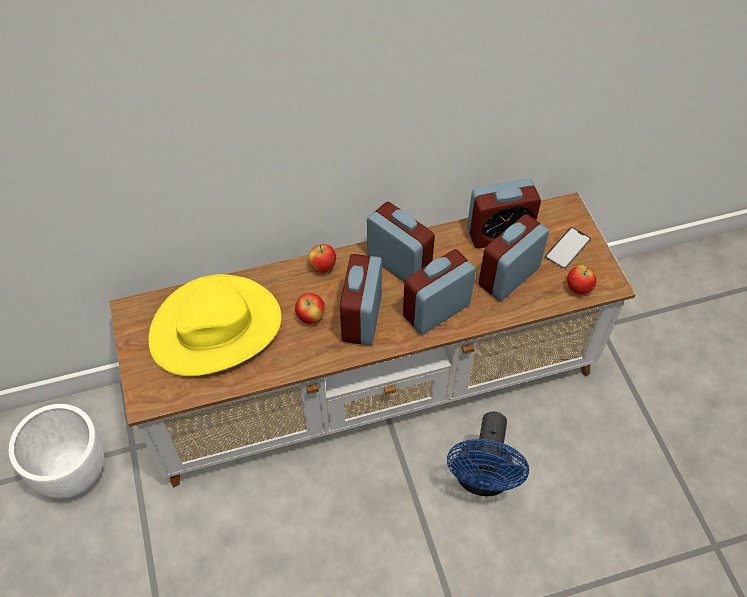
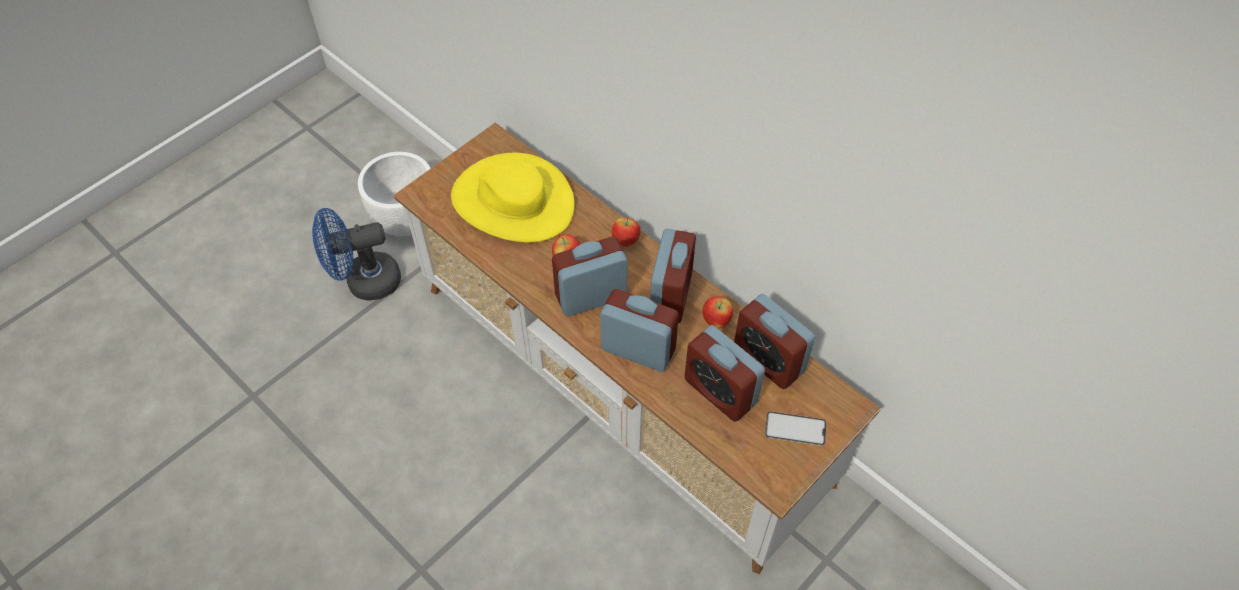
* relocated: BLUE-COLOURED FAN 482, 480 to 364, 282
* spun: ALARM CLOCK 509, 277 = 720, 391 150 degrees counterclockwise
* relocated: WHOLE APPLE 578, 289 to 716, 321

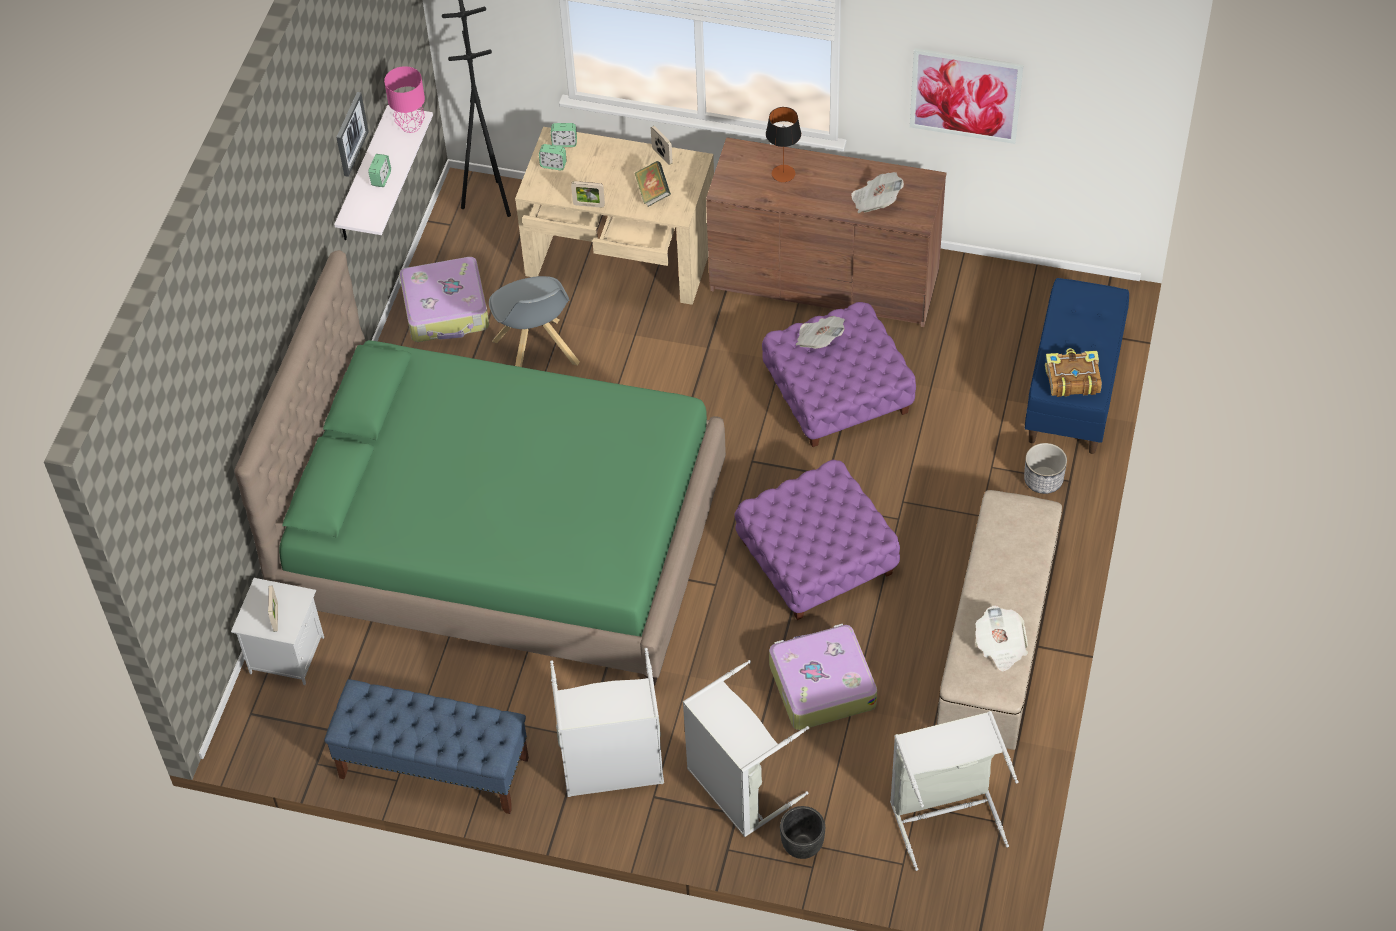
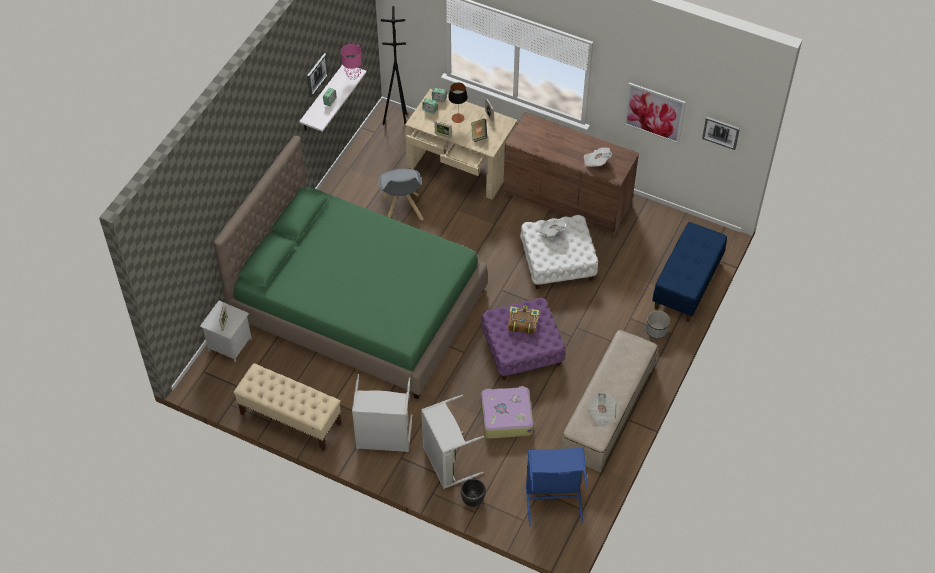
* colour: BLUE-COLOURED BENCH 433, 768 to SAND-COLOURED BENCH 290, 419
* relocated: TABLETOP LAMP 783, 173 to 458, 118
* relocated: BOOK 1071, 379 to 522, 323
* colour: PURPLISH POUFFE 837, 392 to WHITE-COLOURED POUFFE 557, 262
* colour: GREY HAMPER 945, 813 to BLUE-COLOURED HAMPER 553, 498
* appeared: WALL ART 721, 132
* missing: TRAVEL CASE 446, 310

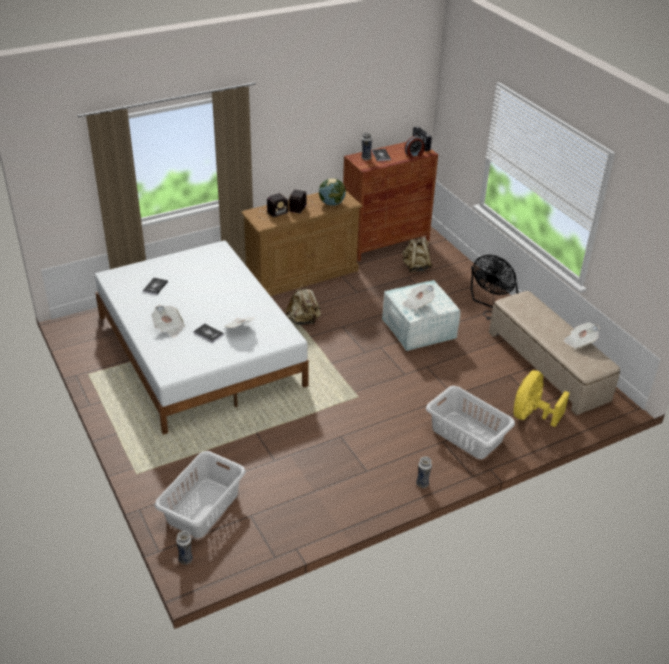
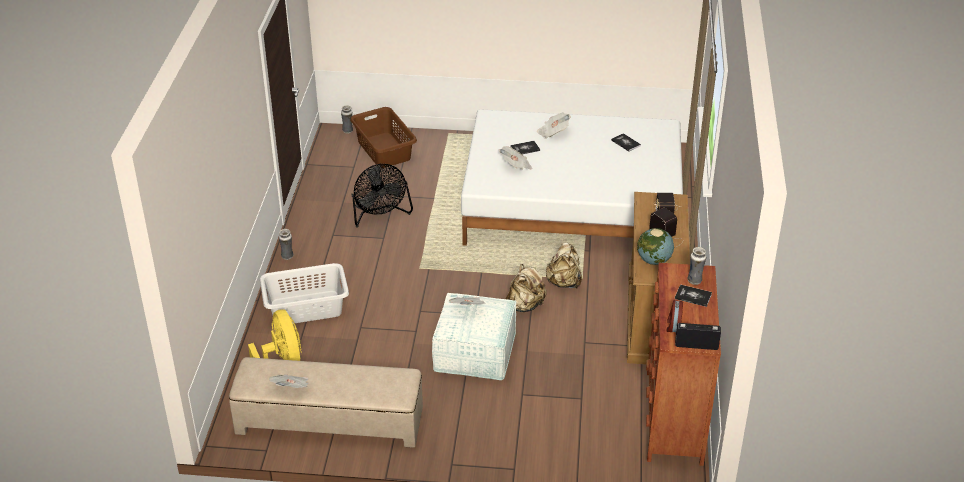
* colour: GREY HAMPER 202, 508 to BROWNISH HAMPER 384, 150
* relocated: BLACKISH FAN 489, 302 to 377, 214
* relocated: SAND-COLOURED RUCKSACK 416, 267 to 525, 306

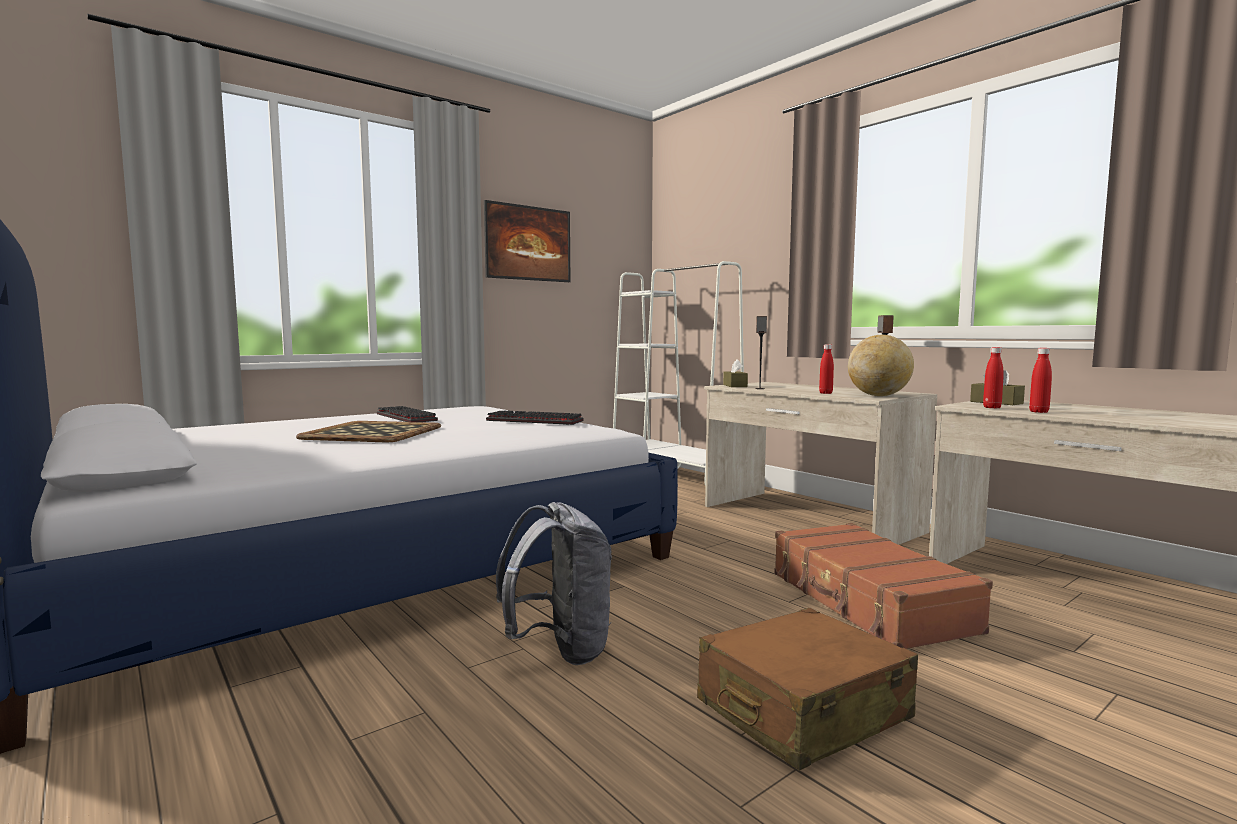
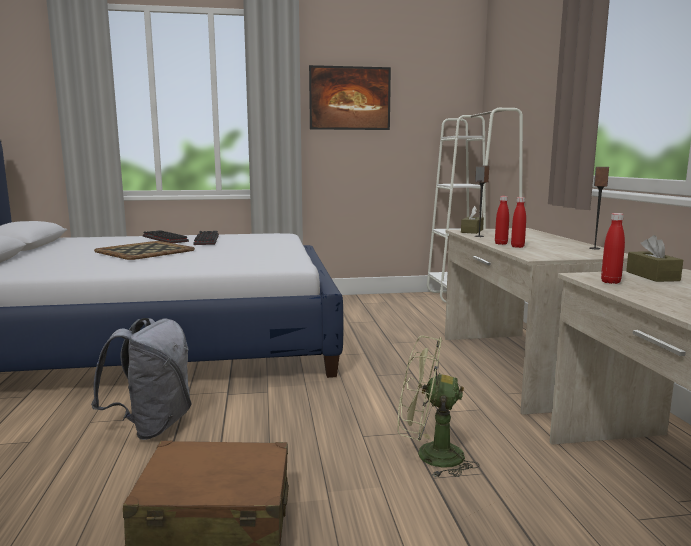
* relocated: KEYBOARD 532, 421 to 163, 239
* exchanged: BROWNISH TRAVEL CASE 868, 602 to GREENISH FAN 429, 456
* relocated: RED BEVERAGE BOTTLE 1039, 412 to 501, 243
* missing: GLOBE 879, 396

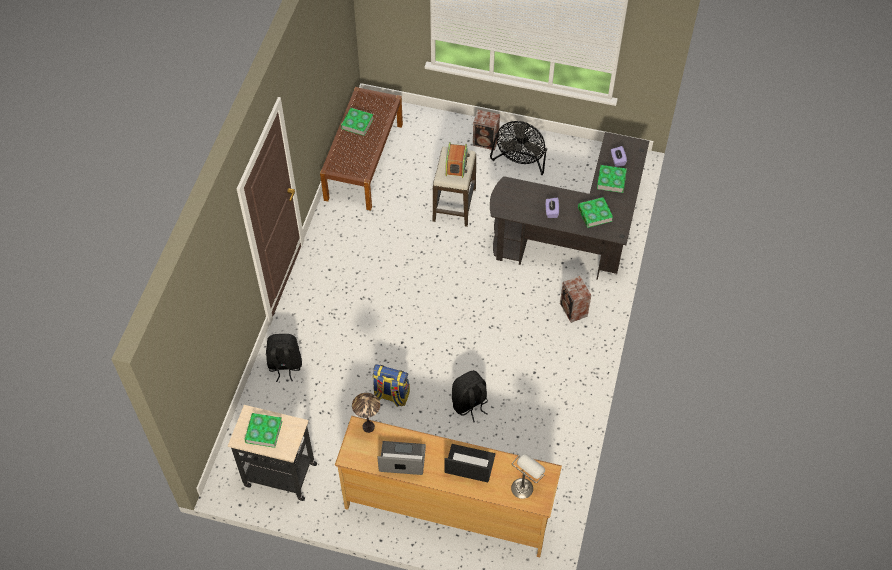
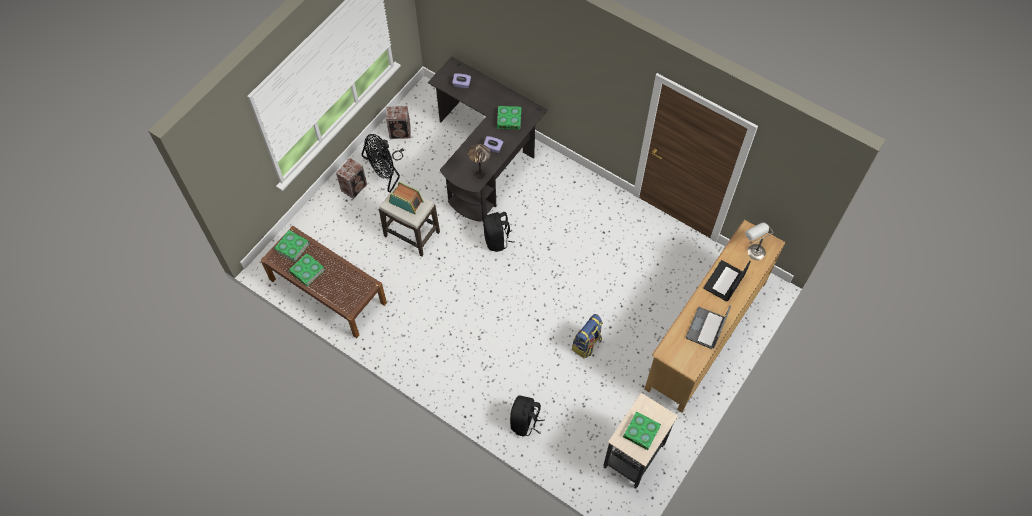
* relocated: BOOK 611, 181 to 292, 247
* spun: BLACKISH FAN 519, 159 = 386, 169 105 degrees clockwise
* relocated: AUDIO SPEAKER 573, 310 to 400, 132
* relocated: TABLETOP LAMP 368, 427 to 480, 174
* relocated: BLACKISH RUCKSACK 469, 404 to 497, 240

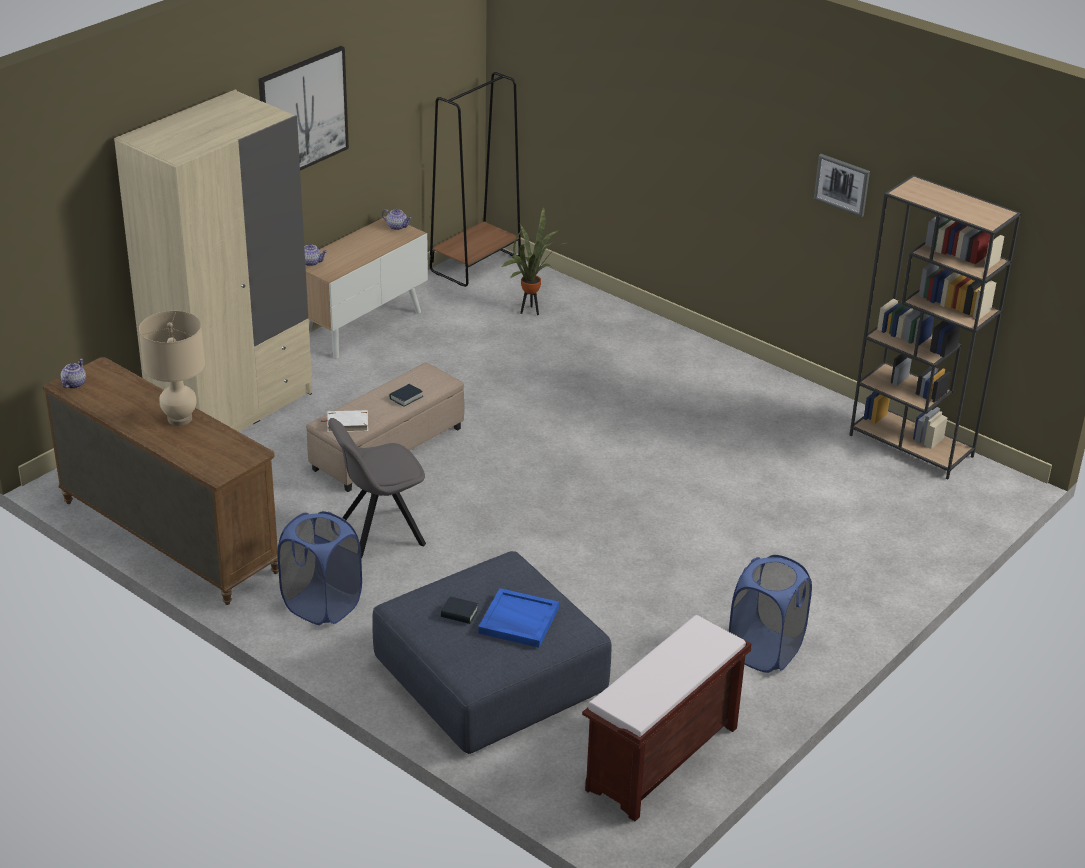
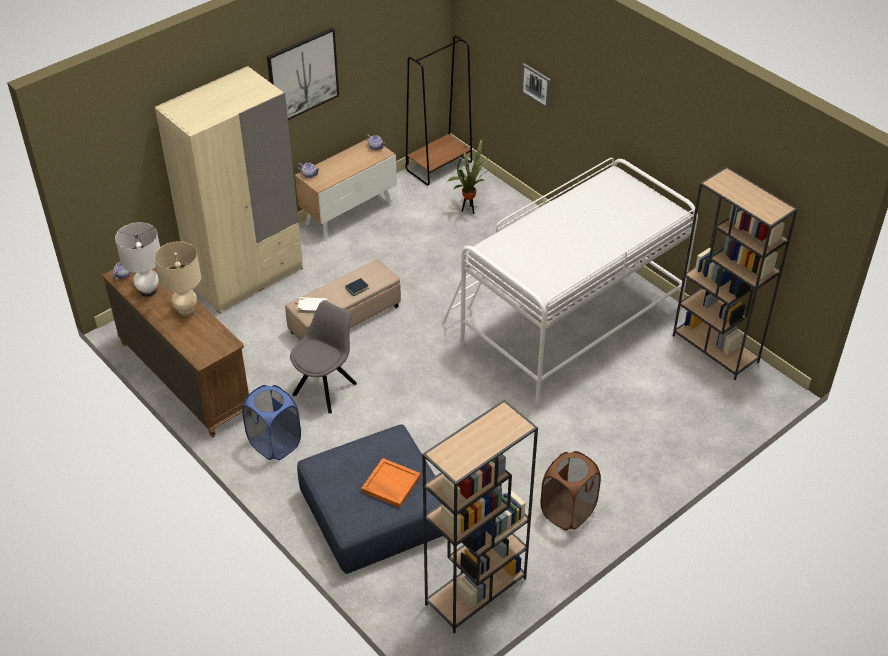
* appeared: WHITE-COLOURED TABLETOP LAMP 148, 291
* spun: GREY PLAIN CHAIR 380, 533 = 325, 389 135 degrees clockwise
* colour: BLUE-COLOURED CARRYING TRAY 518, 621 to ORANGEY CARRYING TRAY 390, 484
* exchanged: BROWNISH BENCH 662, 760 to SHELVING UNIT 475, 592
* appeared: WHITE-COLOURED BED 568, 326
* relocated: WALL ART 842, 184 to 536, 85
* colour: BLUE-COLOURED HAMPER 765, 651 to BROWNISH HAMPER 568, 512
* missing: BOOK 459, 613

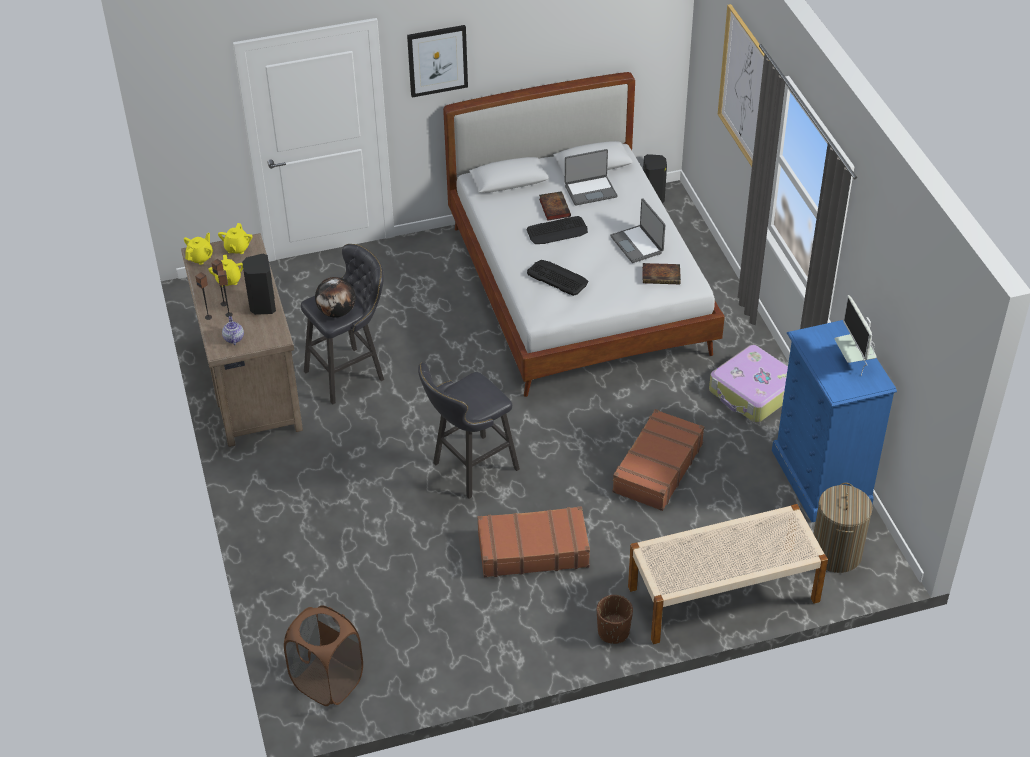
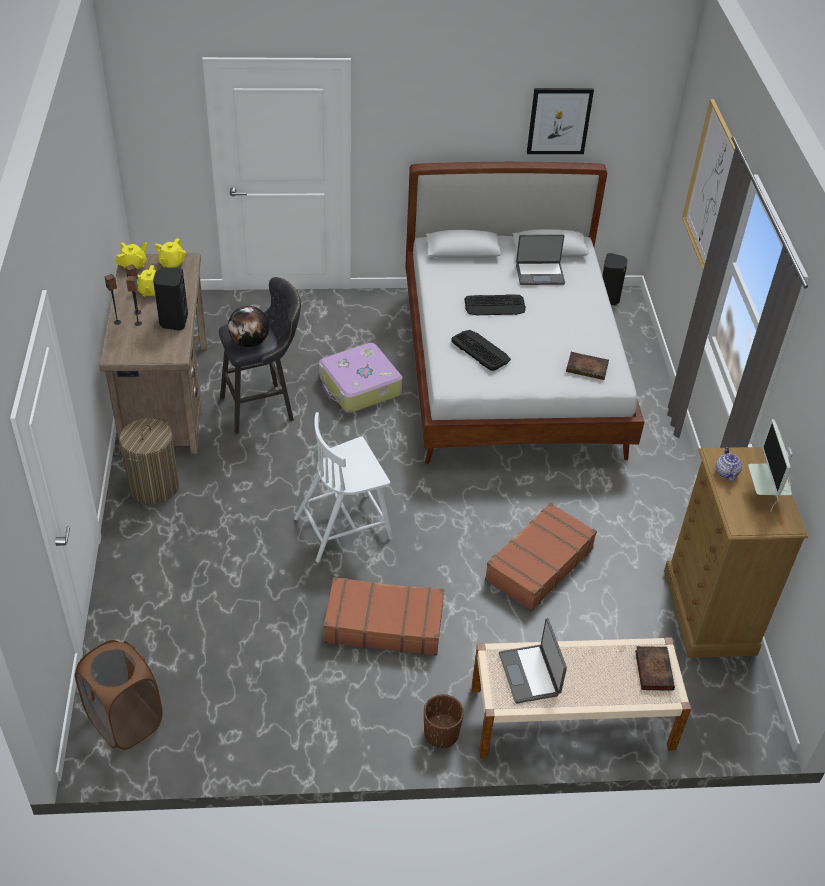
* relocated: HAMPER 836, 553 to 154, 487
* exchanged: BLACKISH STOOL 467, 471 to WHITE-COLOURED PLAIN CHAIR 344, 527
* relocated: TRAVEL CASE 753, 393 to 359, 387
* relocated: PORTABLE COMPUTER 637, 244 to 530, 674
* relocated: WALL ART 437, 60 to 559, 120
* relocated: BOOK 554, 207 to 653, 669
* colour: BLUE-COLOURED DRAWER CHEST 821, 479 to BROWNISH DRAWER CHEST 709, 612
* relocated: TEAPOT 233, 338 to 726, 472

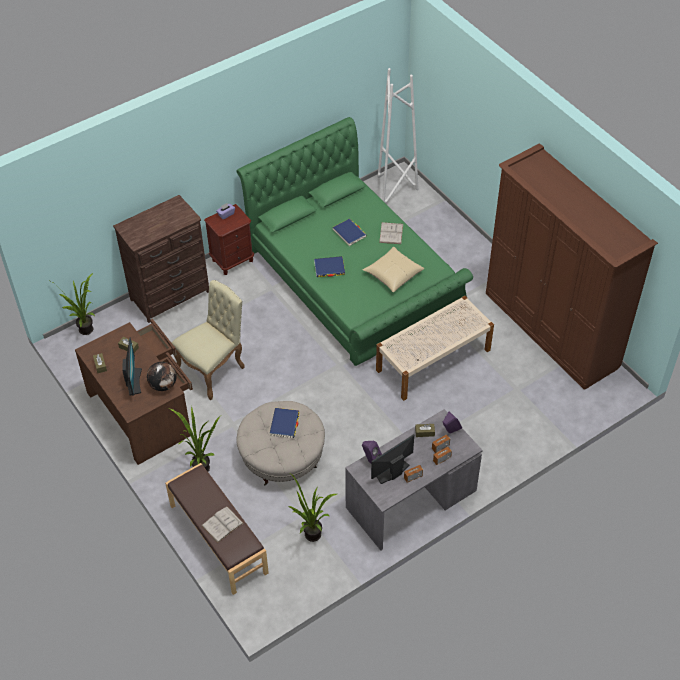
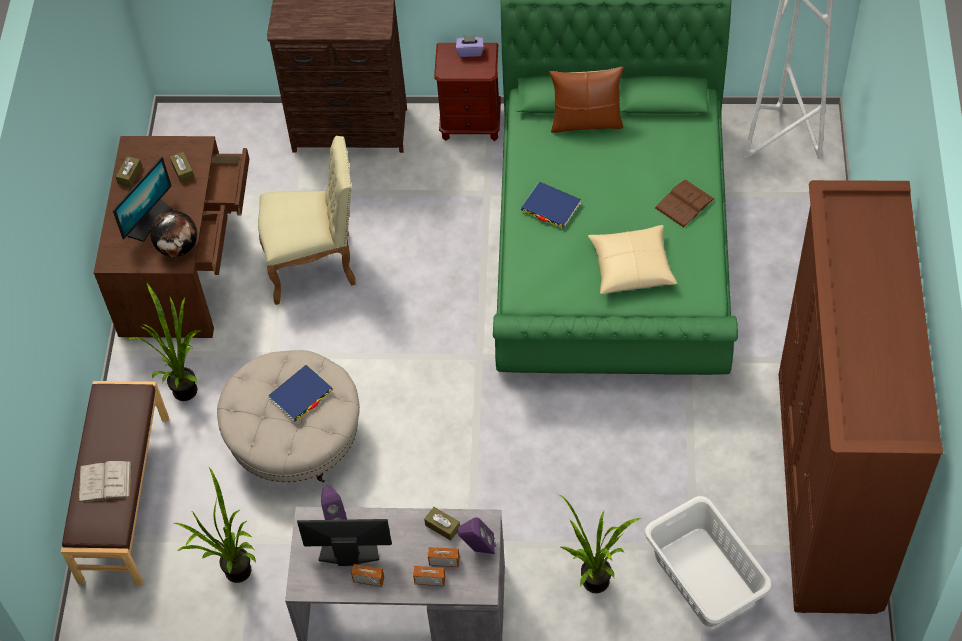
* appeared: BROWNISH THROW PILLOW 586, 122
* relocated: POTTED PLANT 87, 332 to 594, 588
* appeared: WHITE-COLOURED HAMPER 704, 578
* colour: WHITE-COLOURED BOOK 391, 233 to BROWNISH BOOK 684, 203
* missing: BLUE-COLOURED BOOK 349, 233
* missing: SAND-COLOURED BENCH 433, 360

